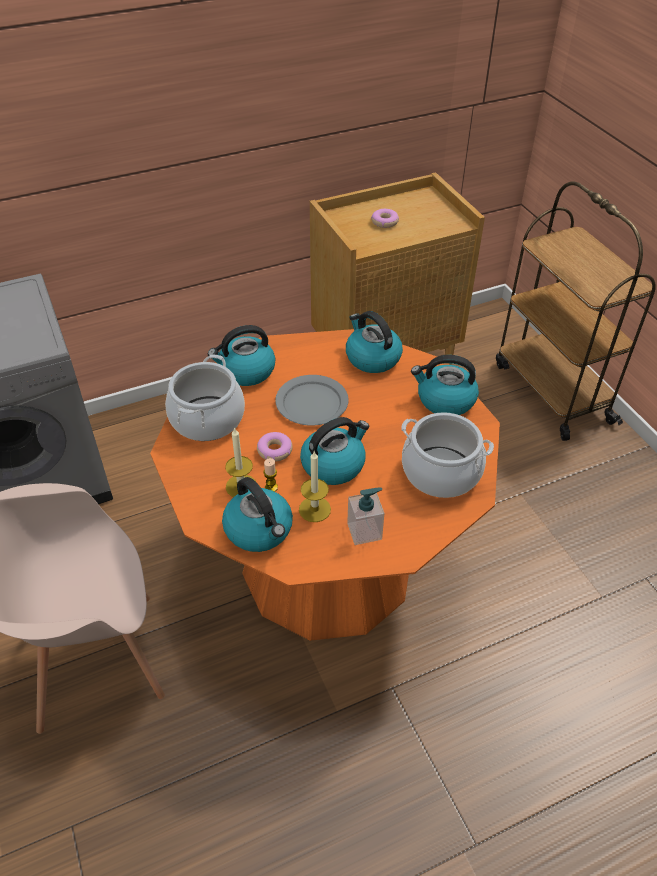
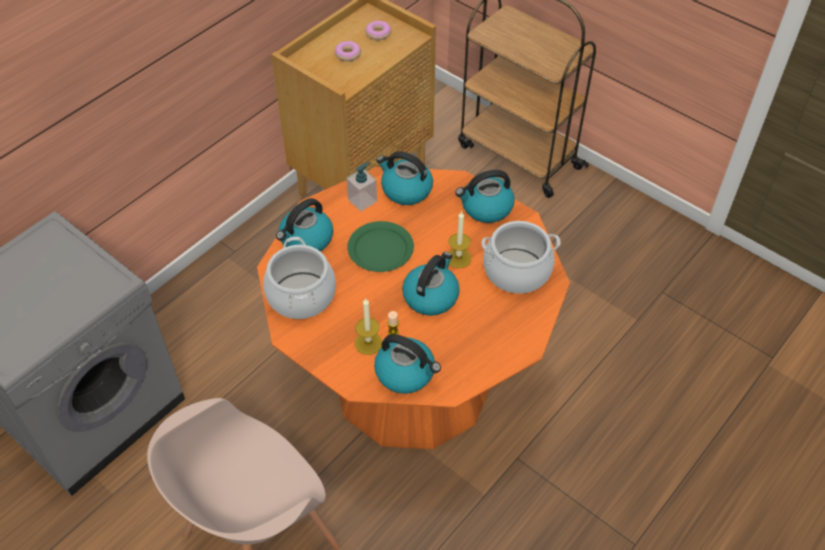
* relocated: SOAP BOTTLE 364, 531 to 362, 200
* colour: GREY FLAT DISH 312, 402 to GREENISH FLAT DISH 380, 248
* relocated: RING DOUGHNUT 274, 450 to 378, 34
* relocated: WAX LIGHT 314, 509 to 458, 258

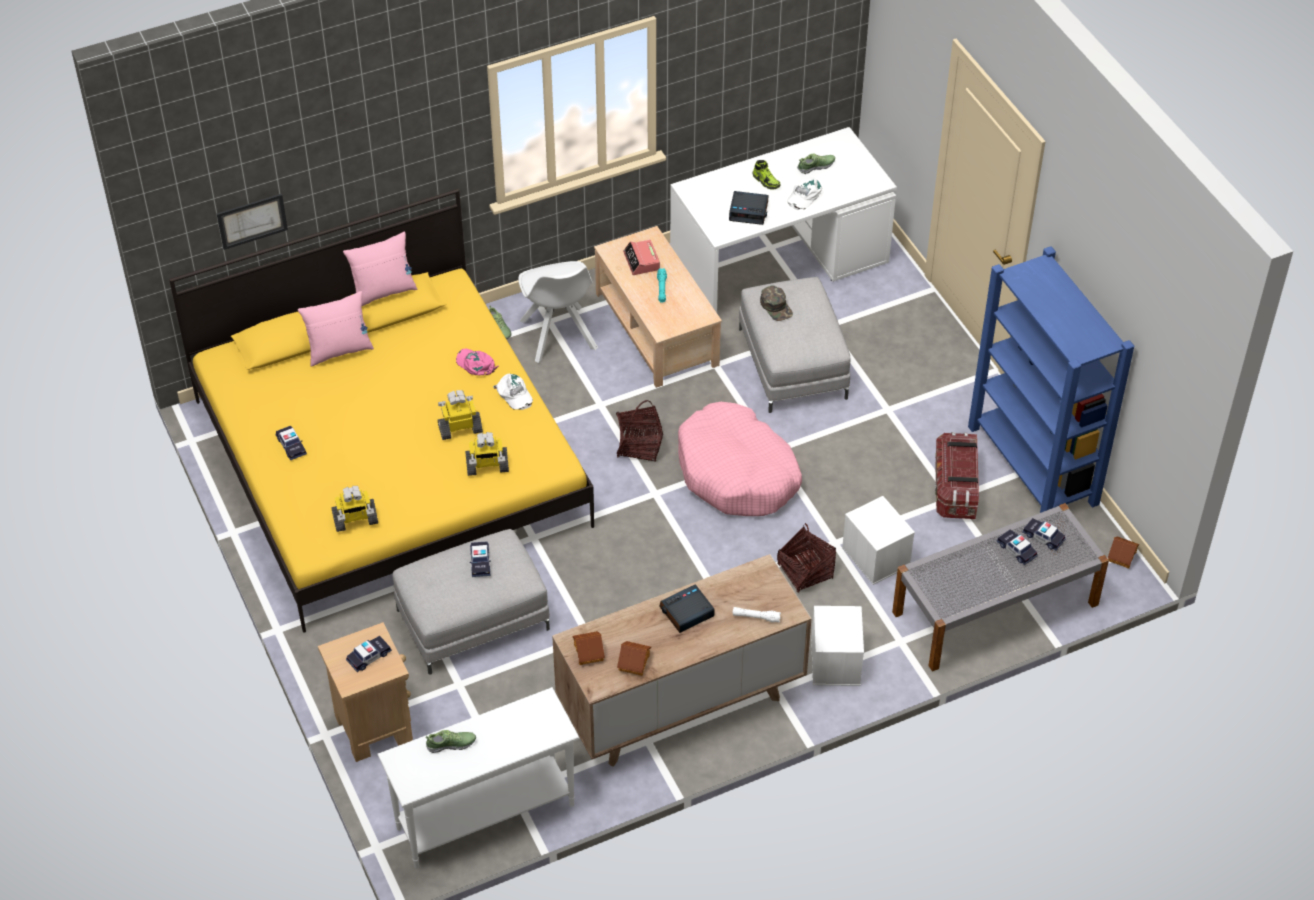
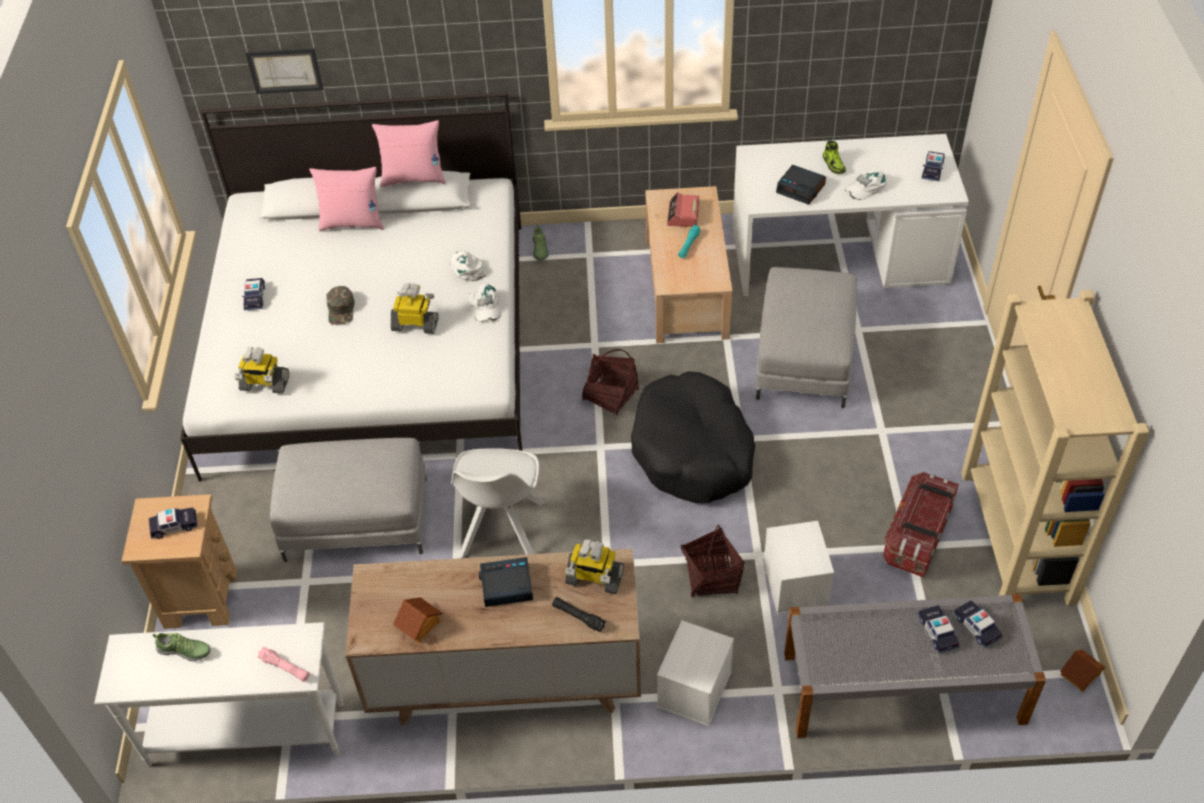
* colour: YELLOW BED 391, 462 to WHITE-COLOURED BED 373, 344
* appeared: PINK FLASHLIGHT 285, 668
* relocated: GREENISH BASEBALL CAP 776, 307 to 341, 309
* colour: PINK BASEBALL CAP 476, 364 to WHITE-COLOURED BASEBALL CAP 467, 268
* relocated: WHITE-COLOURED PLAIN CHAIR 558, 335 to 501, 530
* colour: WHITE-COLOURED FLASHLIGHT 756, 617 to BLACKISH FLASHLIGHT 578, 617
* relocated: ROBOT FIGURE 487, 466 to 594, 578
* colour: PINK PET BED 737, 473 to BLACKISH PET BED 693, 451
* relocated: MINIATURE CAR 480, 562 to 932, 170
* colour: BLUE-COLOURED SHELVING UNIT 1033, 465 to SAND-COLOURED SHELVING UNIT 1017, 537
* missing: MODEL HOUSE 589, 652
* missing: LOW SHOE 816, 166

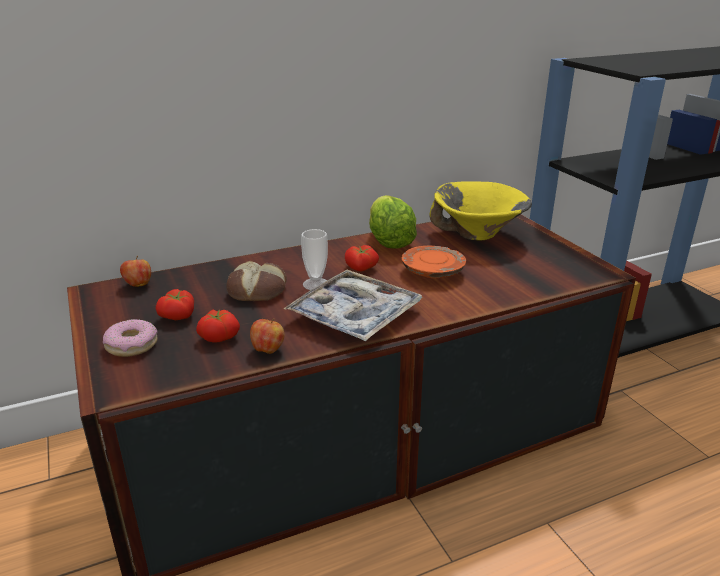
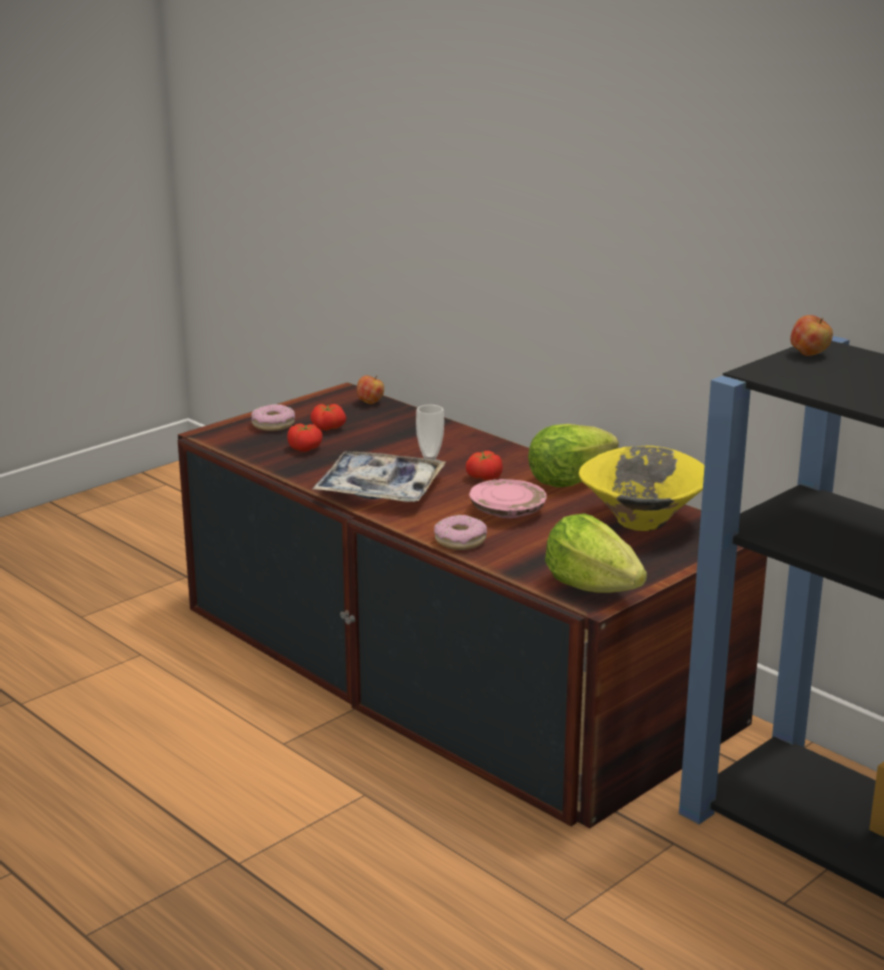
* appeared: RING DOUGHNUT 460, 541
* colour: ORANGEY FLAT DISH 432, 272 to PINK FLAT DISH 507, 511
* appeared: LETTUCE HEAD 592, 587
* relocated: WHOLE APPLE 268, 350 to 809, 354
* missing: BREAD 258, 290

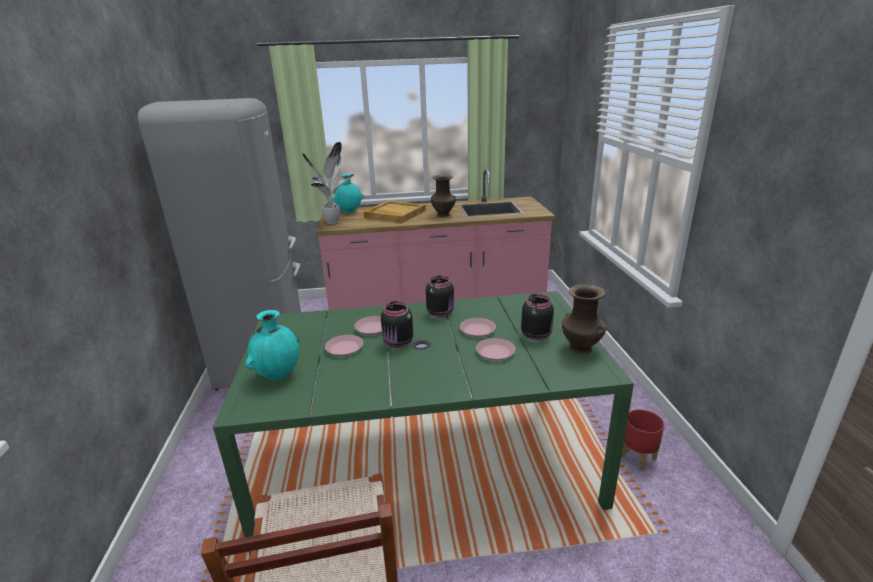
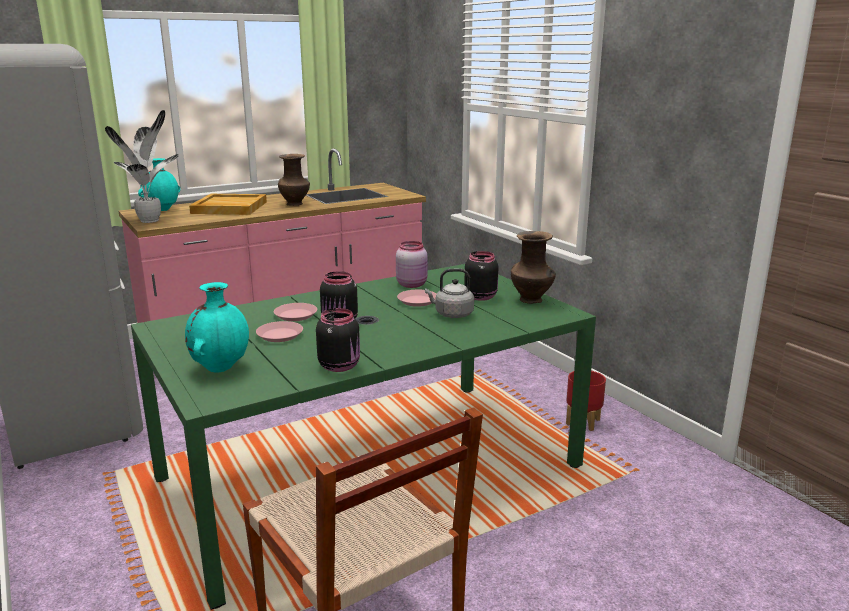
* relocated: BLACKISH STORAGE JAR 441, 313 to 340, 366
* appeared: PINK STORAGE JAR 412, 284
* exchanged: PINK FLAT DISH 495, 352 to GREY KETTLE 452, 314

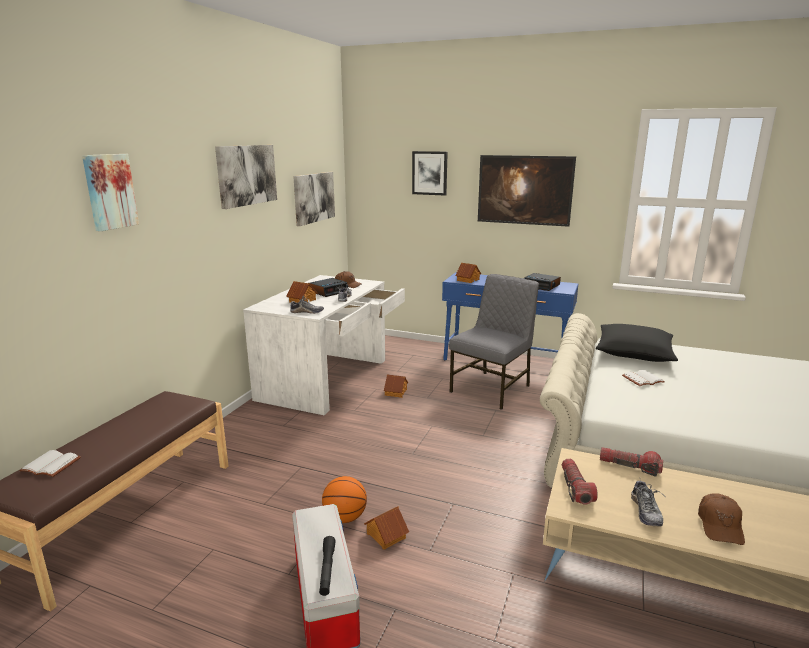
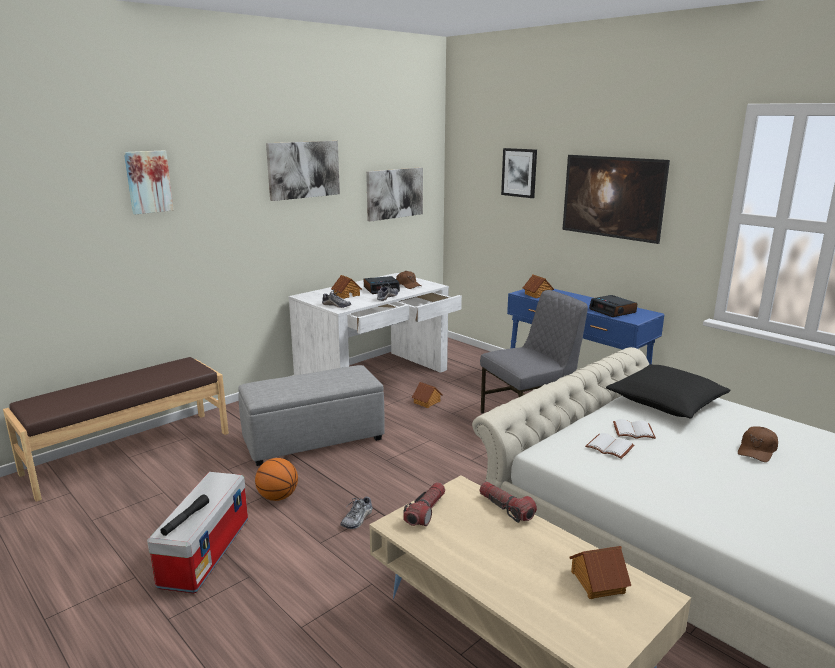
* appeared: GREY POUFFE 315, 440
* relocated: LOW SHOE 645, 512 to 357, 519
* relocated: MODEL HOUSE 385, 536 to 597, 582
* relocated: WHITE-COLOURED BOOK 52, 464 to 610, 447
* relocated: BROWNISH BASEBALL CAP 720, 525 to 757, 450

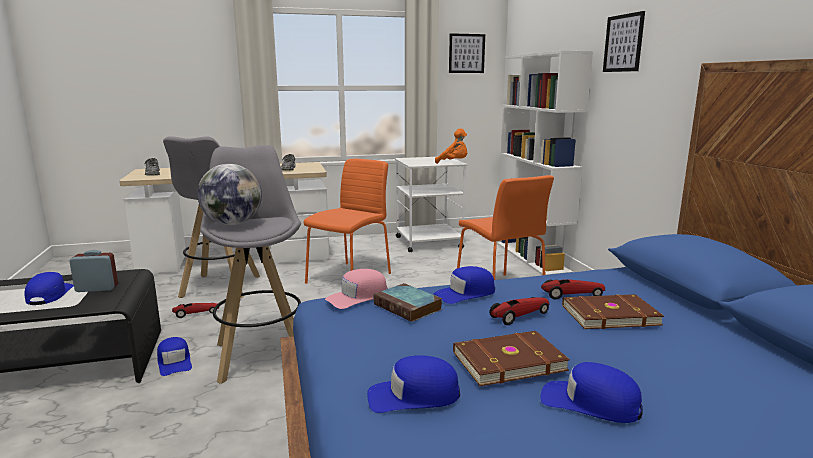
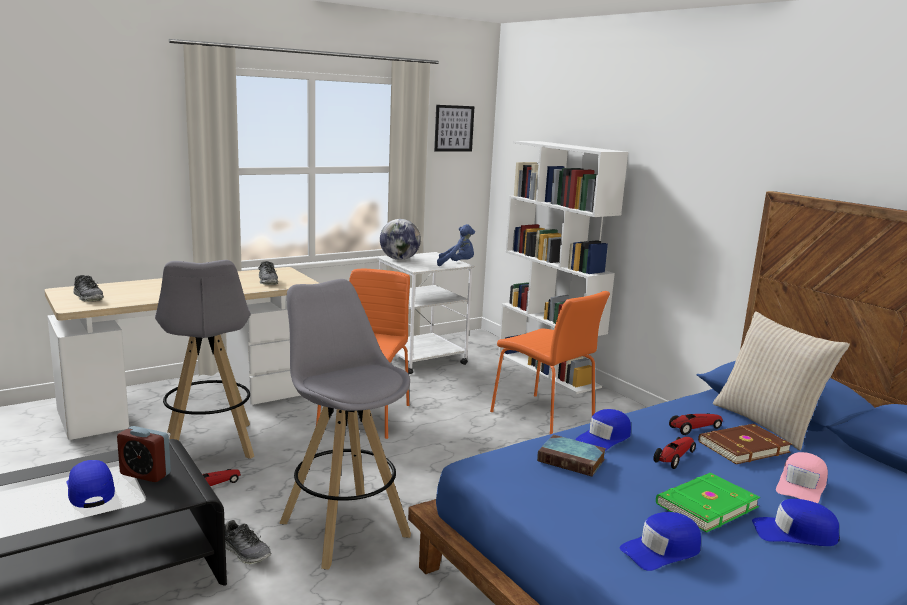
* spun: ALARM CLOCK 97, 288 = 145, 474 135 degrees counterclockwise
* exchanged: BLUE-COLOURED BASEBALL CAP 174, 362 to LOW SHOE 245, 552
* relocated: GLOBE 232, 223 to 399, 259
* colour: ORANGEY CUDDLY TOY 454, 163 to BLUE-COLOURED CUDDLY TOY 457, 264
* colour: BROWNISH BOOK 507, 360 to GREENISH BOOK 705, 505
* appeared: SAND-COLOURED THROW PILLOW 767, 424
* relocated: PINK BASEBALL CAP 357, 297 to 801, 485
* missing: WALL ART 623, 43

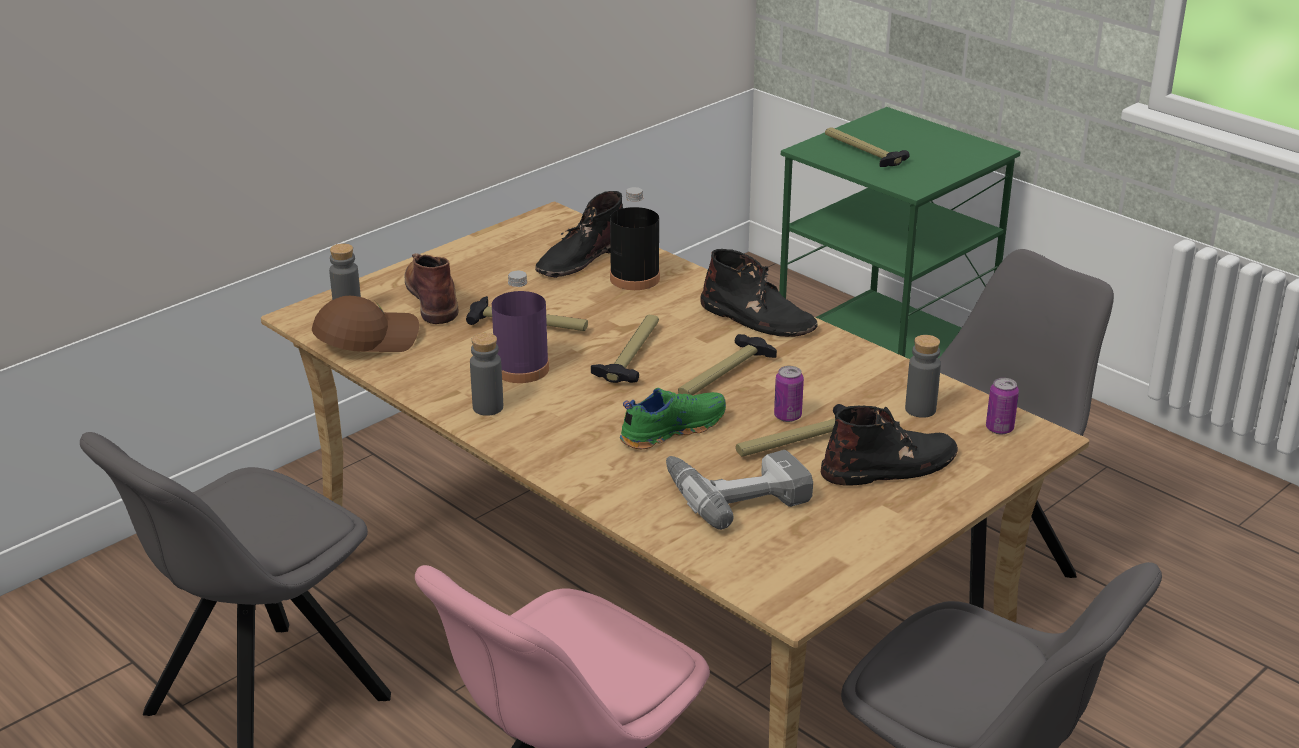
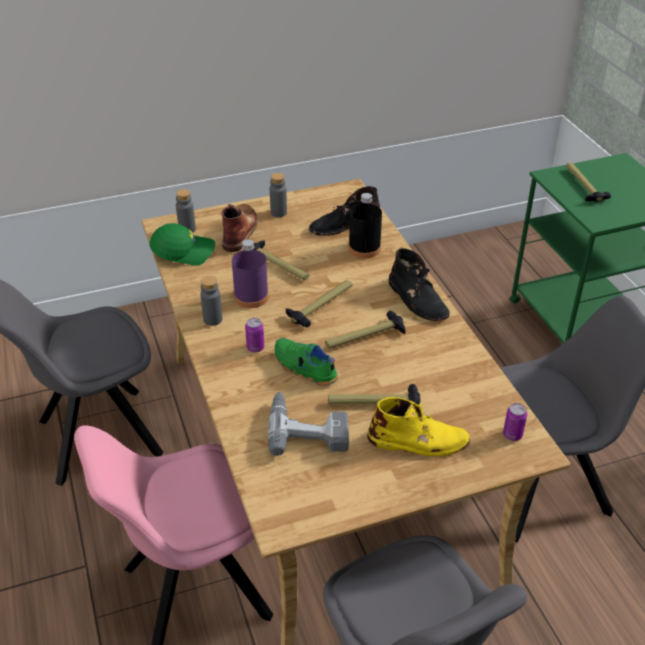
* colour: BROWNISH BASEBALL CAP 367, 339 to GREENISH BASEBALL CAP 184, 251
* relocated: CAN 787, 416 to 255, 348
* relocated: GREY BEVERAGE BOTTLE 920, 409 to 278, 213
* spun: GREENISH LOW SHOE 671, 429 = 304, 368 135 degrees counterclockwise
* colour: BLACKISH HIGH-TOP BOOT 891, 466 to YELLOW HIGH-TOP BOOT 419, 441

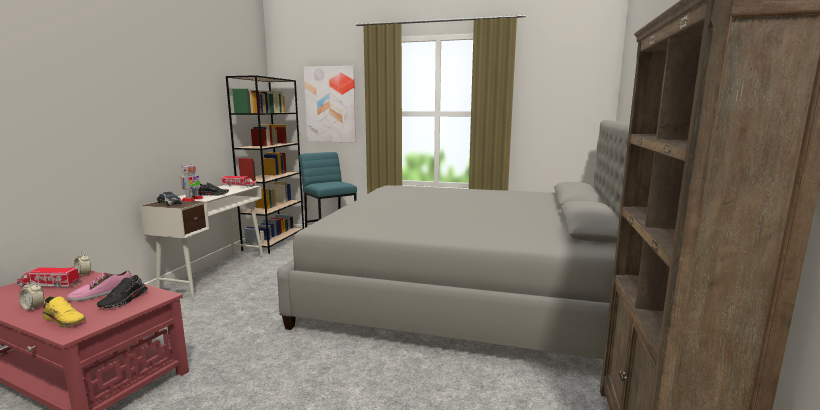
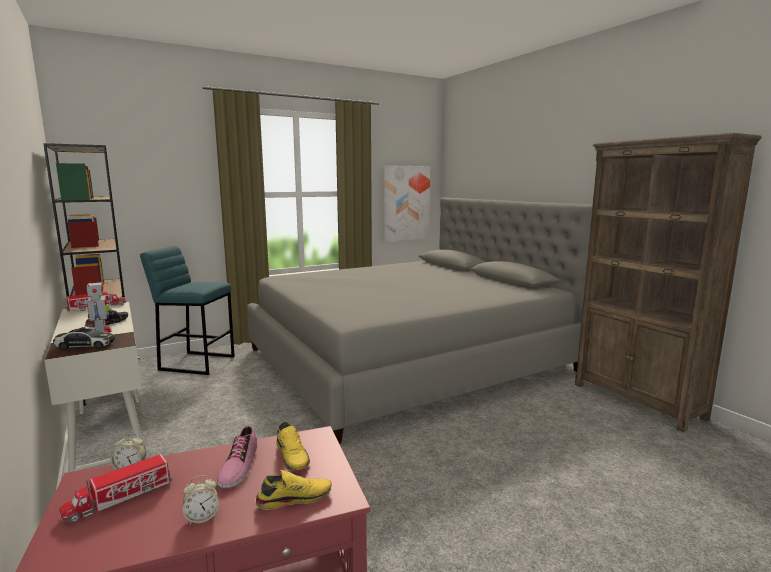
* colour: BLACKISH LOW SHOE 124, 300 to YELLOW LOW SHOE 293, 456
* relocated: WALL ART 330, 104 to 406, 203

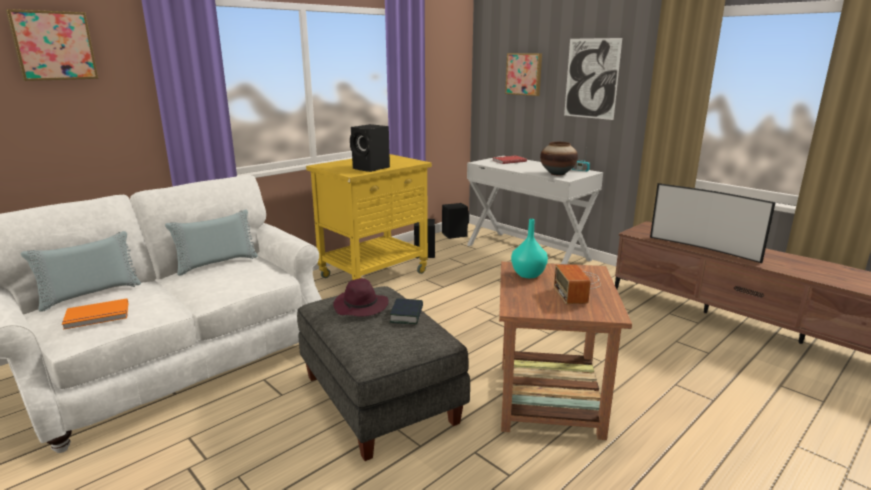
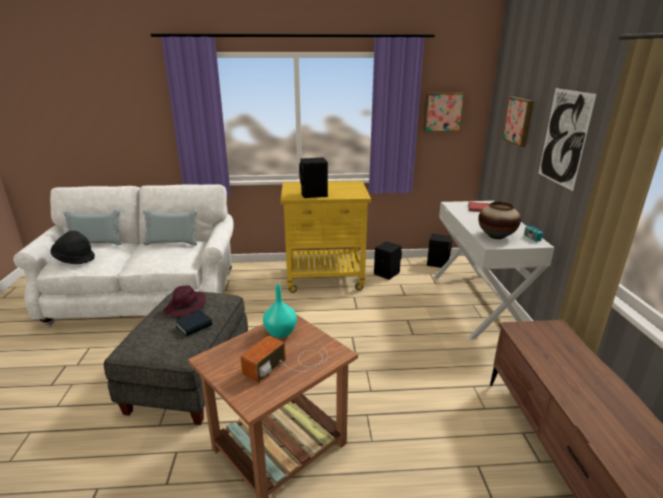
* exchanged: ORANGEY BOOK 97, 316 to BLACKISH CLOTHING HAT 75, 259
* relocated: WALL ART 53, 46 to 442, 112
* missing: TELEVISION 704, 248

